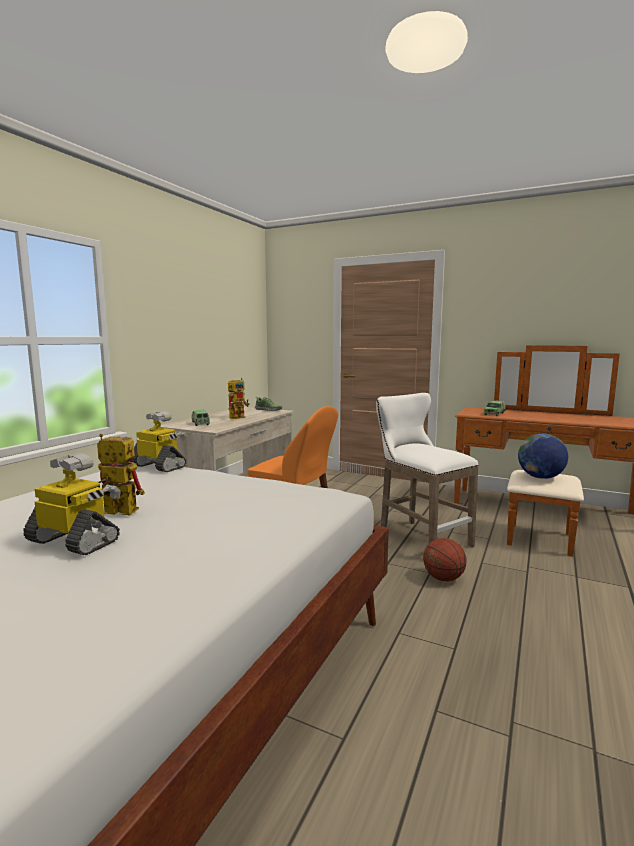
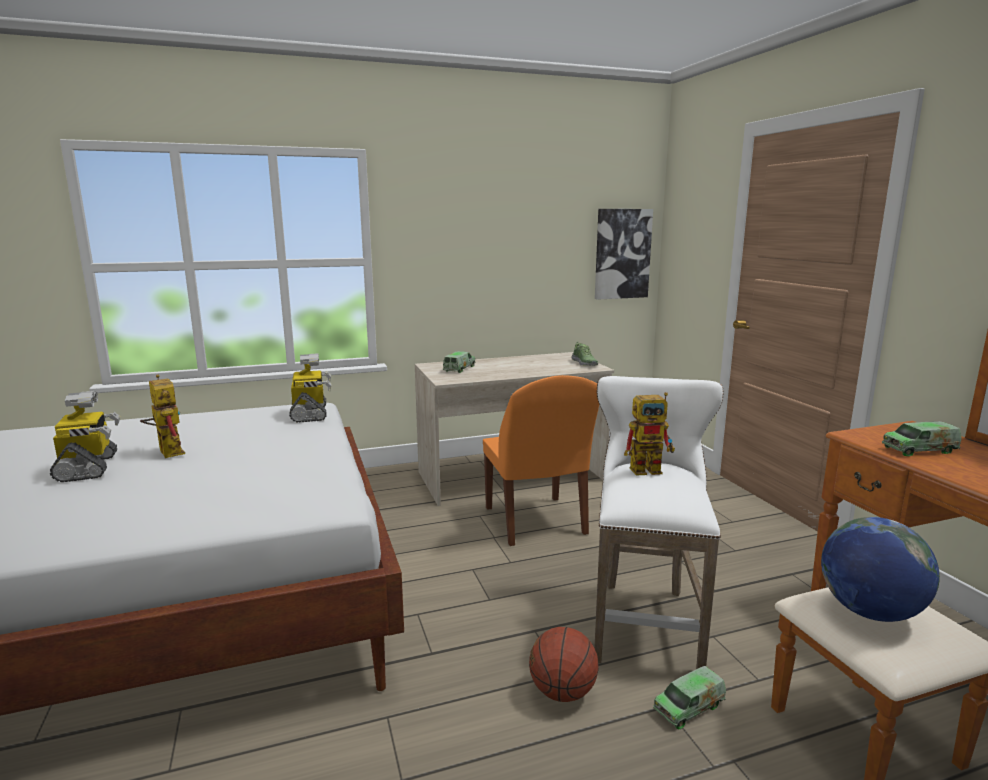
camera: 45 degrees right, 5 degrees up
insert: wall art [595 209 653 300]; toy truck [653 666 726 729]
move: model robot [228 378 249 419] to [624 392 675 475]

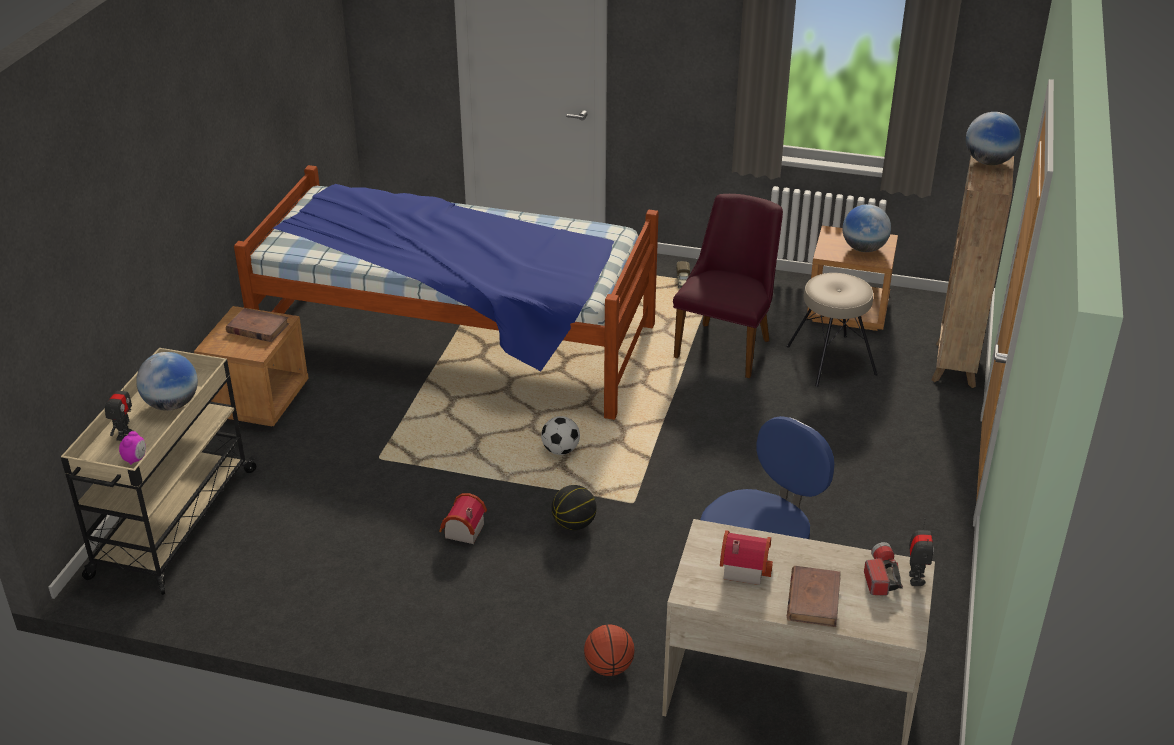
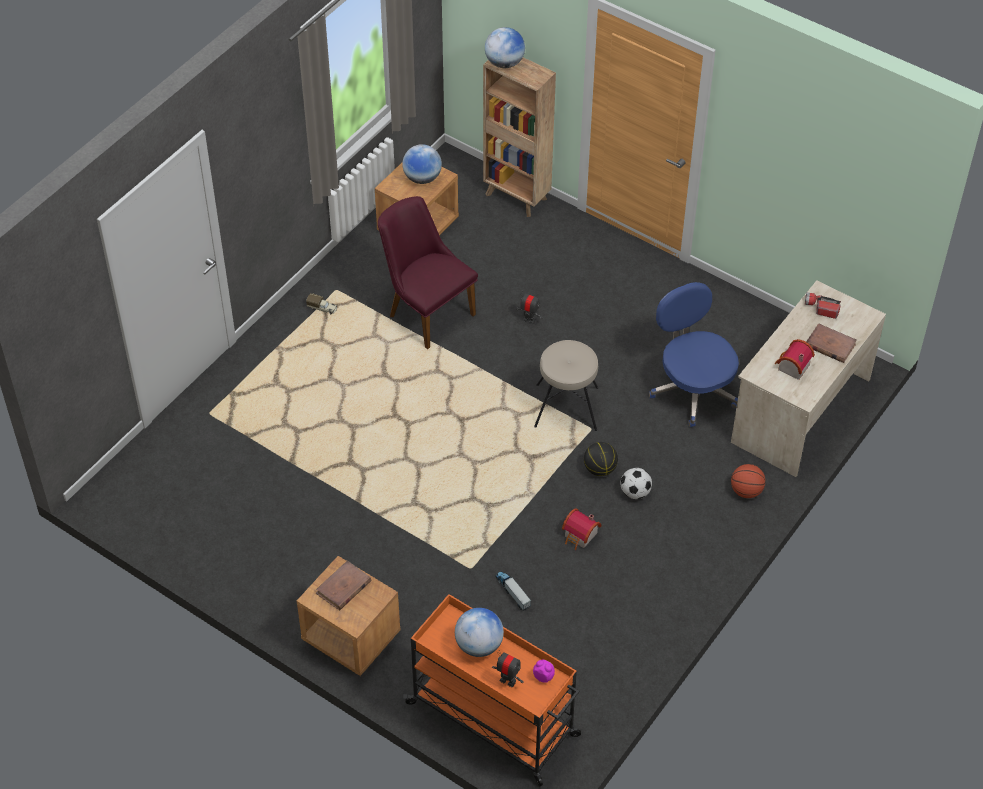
camera: 70 degrees left, 15 degrees up
delete: bedroom bed [234 165 659 420]
insert: toy truck [495 572 531 611]
move: sand-coloured stool [786 273 878 387] to [534 340 598 431]; ball for football [541 416 580 455] to [620 468 652 499]; model robot [909 518 934 586] to [516 294 542 324]
recolor: sand-coloured trolley [61 348 257 595] to orange-coloured trolley [403 594 581 786]

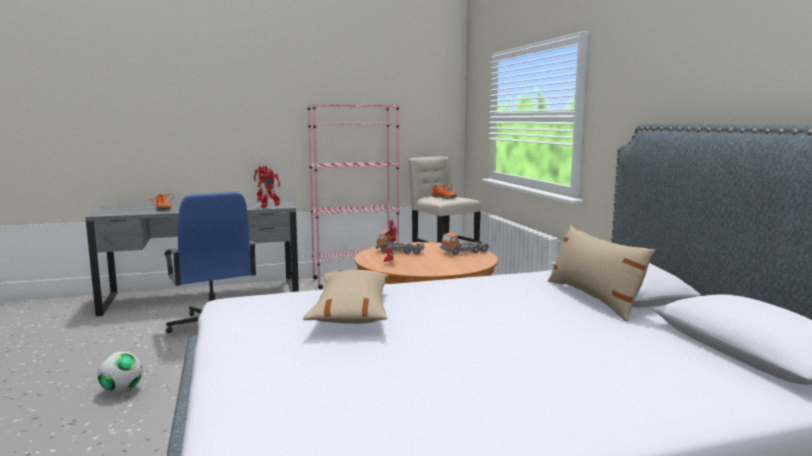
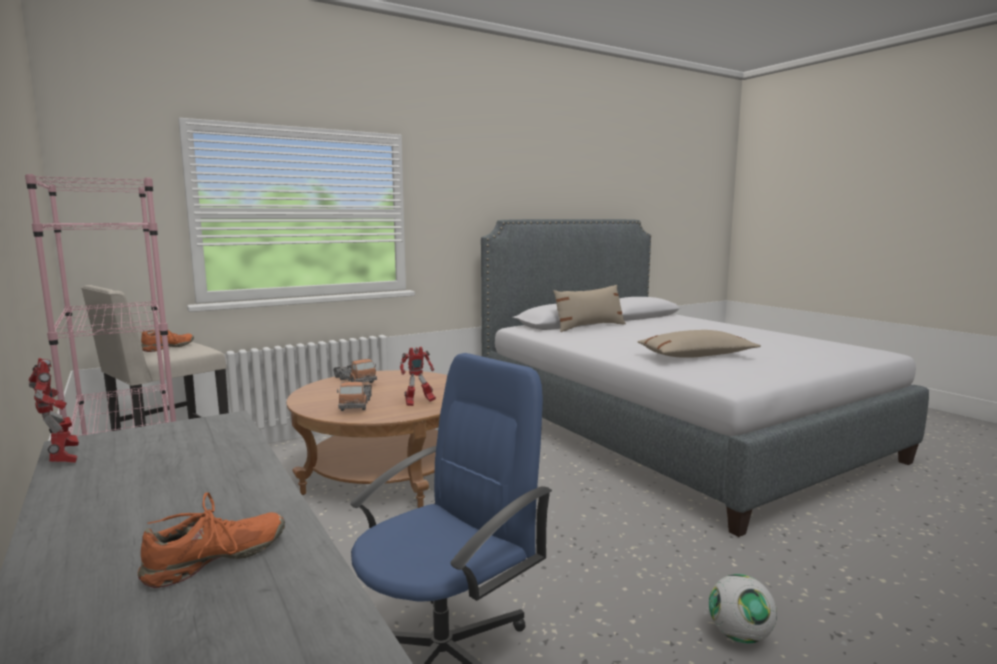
camera: 105 degrees left, 0 degrees up
delete: model robot [258 170 280 208]

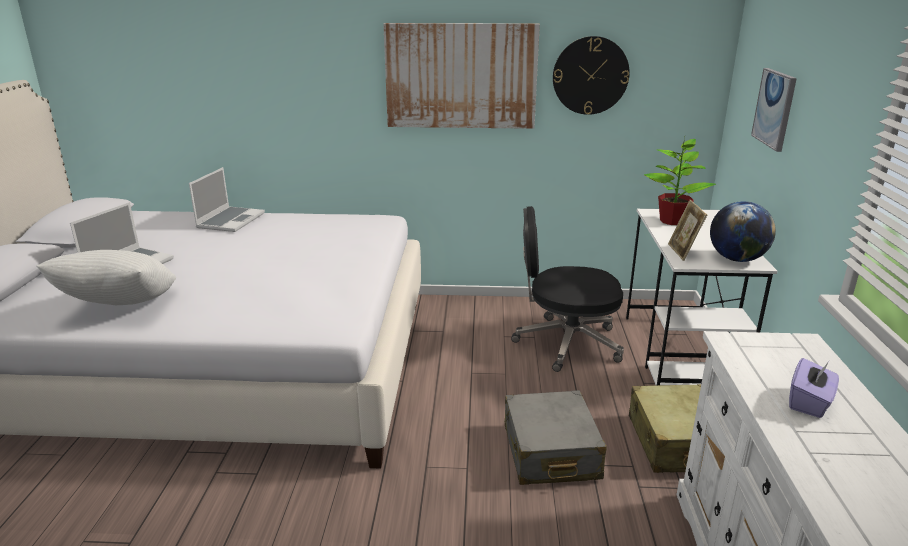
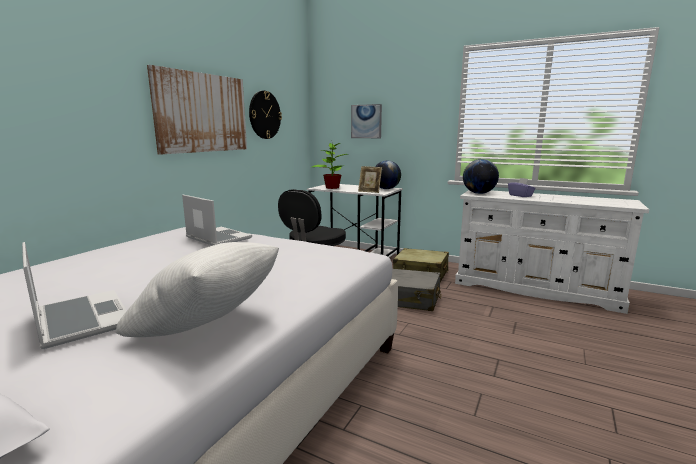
camera: 65 degrees left, 10 degrees down
insert: world globe [463 159 499 194]
move: laptop [189 167 265 232] to [182 195 252 246]

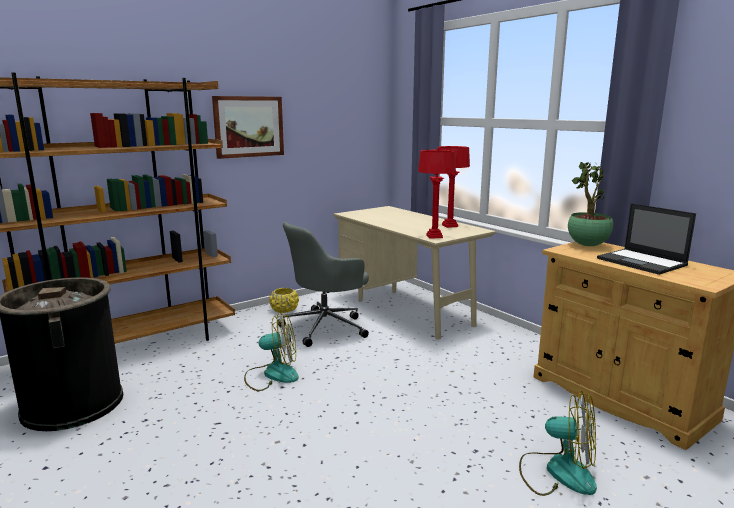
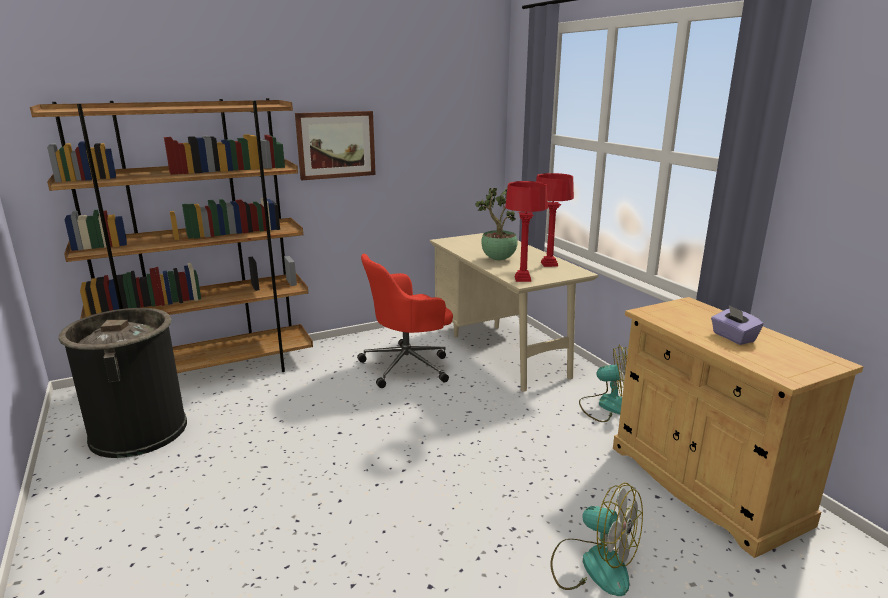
camera: 10 degrees right, 5 degrees up
delete: yellow-coloured planter [269 288 299 313]
move: potted plant [568 162 613 246] to [475 188 517 260]; electric fan [244 312 299 391] to [579 344 628 422]
replace: laptop [597 203 696 275] to purple tissue box [711 305 764 345]
recolor: greyish computer chair [277 222 369 347] to reddish computer chair [357 254 453 388]

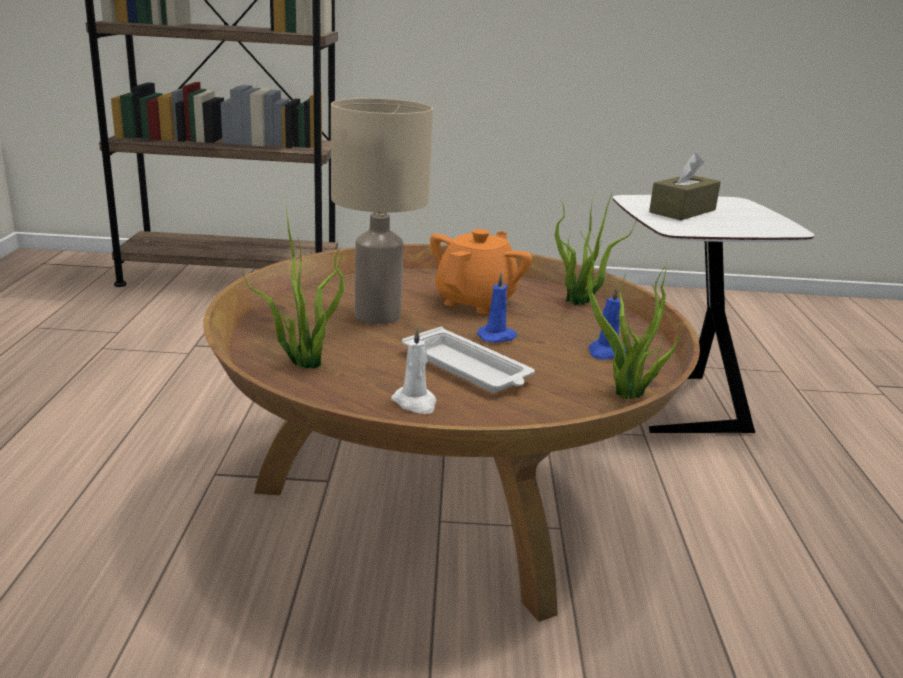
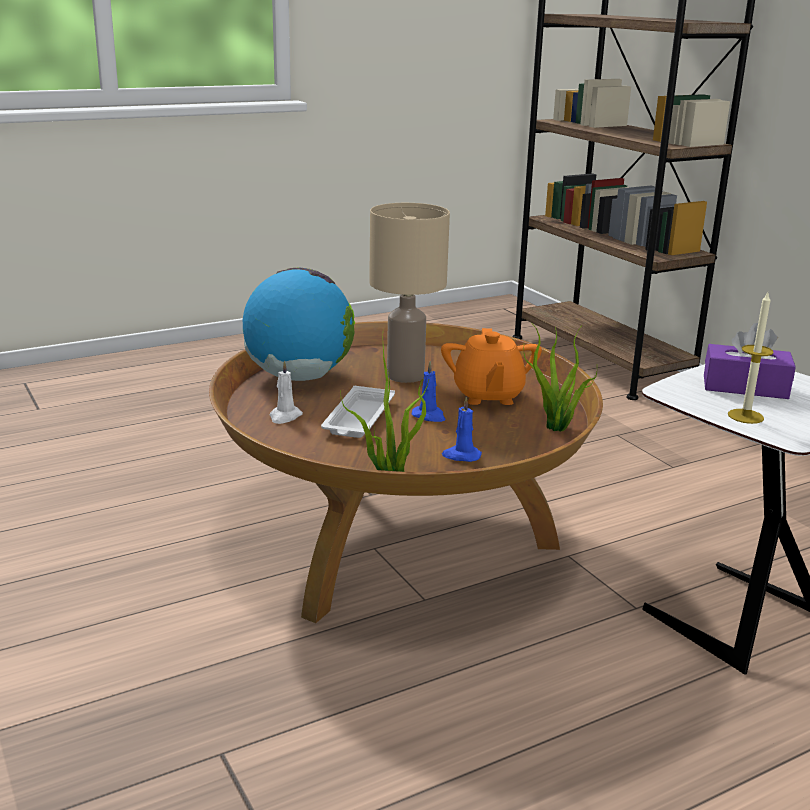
camera: 60 degrees right, 0 degrees up
insert: wax candle [728 293 774 424]
replace: potted plant [242 208 344 369] to world globe [243 268 355 381]
recolor: brownish tissue box [649 153 721 220] to purple tissue box [704 323 796 399]
rotate: orange-coloured pot for tea [430 229 532 314] = [441 328 542 405] 90 degrees clockwise

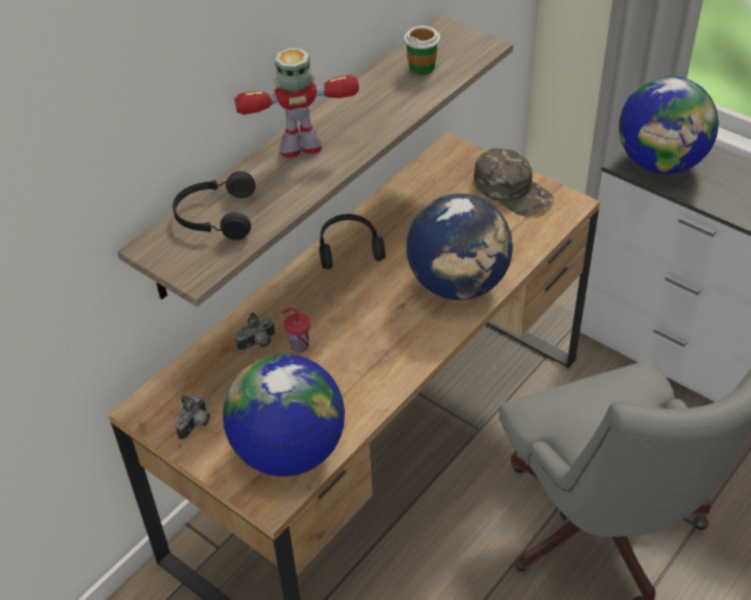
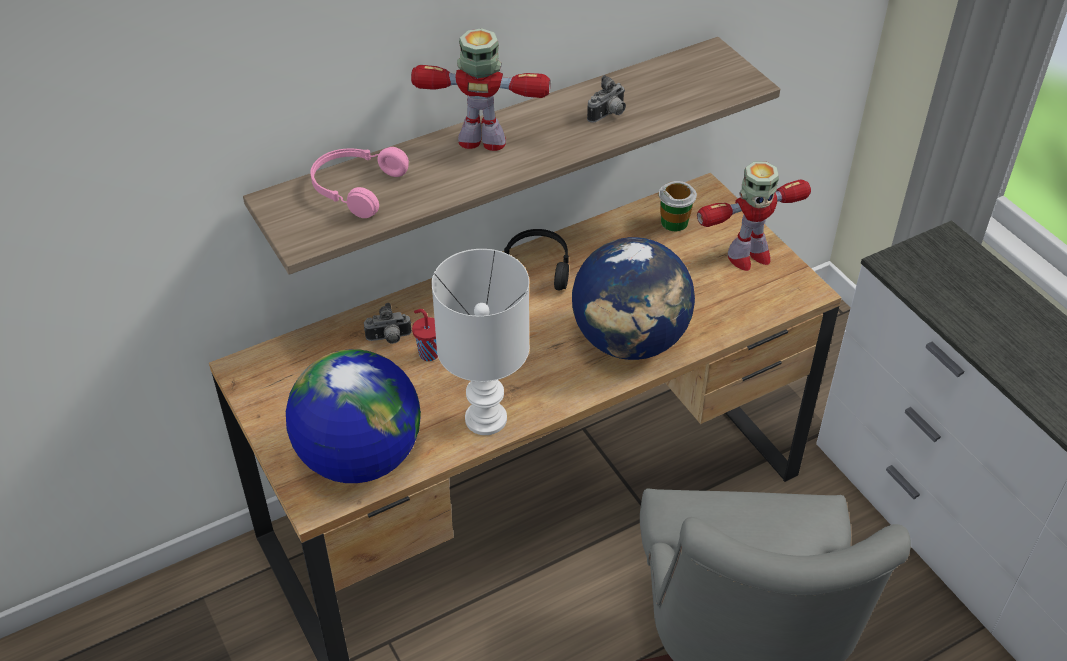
camera: 20 degrees right, 0 degrees up
delete: world globe [619 76 719 174]
insert: whitish table lamp [431 249 529 435]
move: drinking cup [404 26 440 75] to [659 181 697 231]; photo camera [175 395 210 440] to [587 75 626 123]
replace: greenish baseball cap [474 148 554 216] to model robot [697 162 811 271]
recolor: black-coloured pair of headphones [173 171 255 240] to pinkish pair of headphones [310 147 409 218]

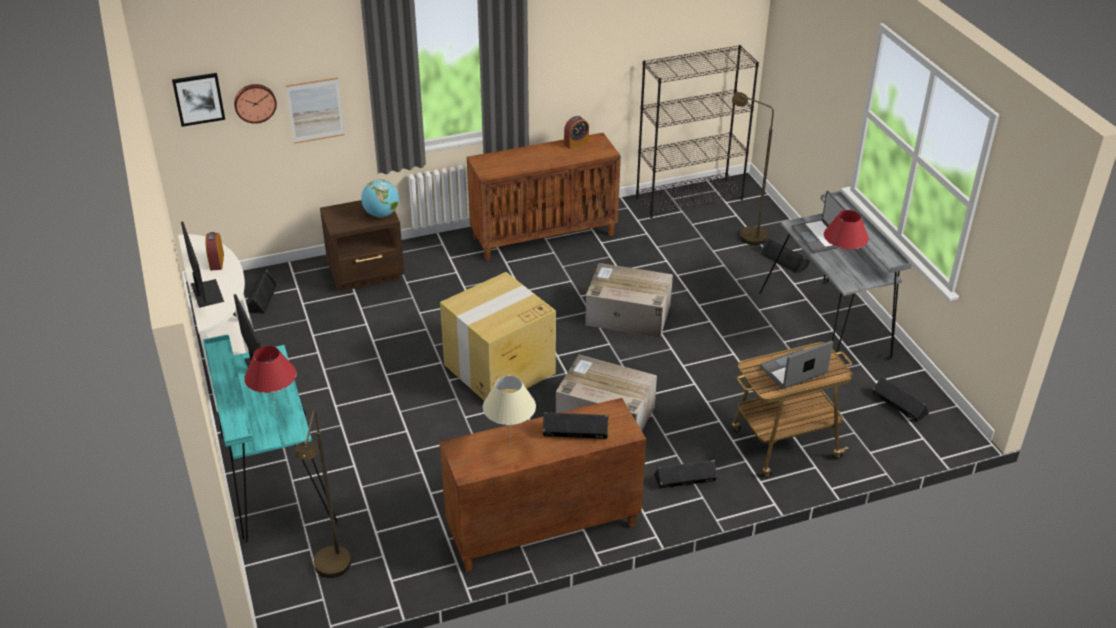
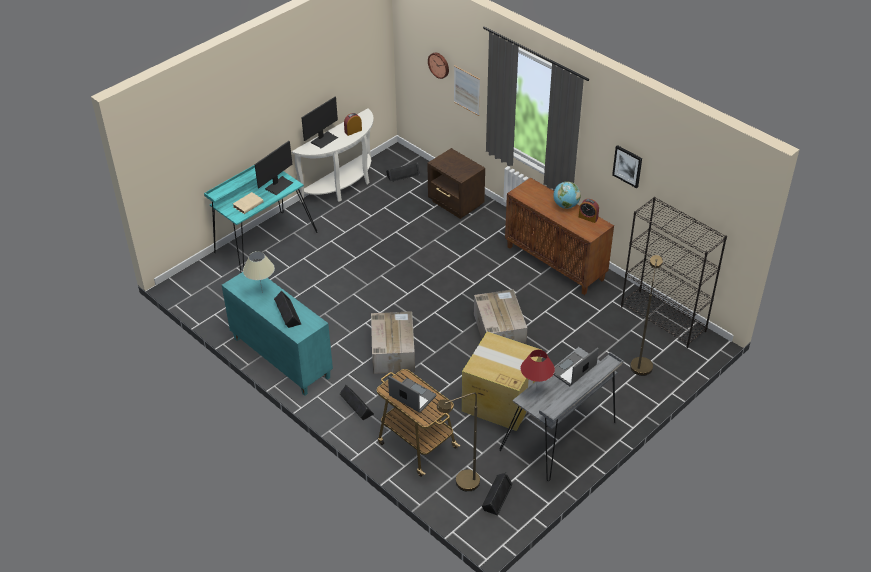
camera: 65 degrees right, 5 degrees up
delete: black-coloured speaker [760 237 811 275]
move: wall art [172 73 225 127] to [612 145 642 188]; world globe [361 180 399 217] to [553 181 581 209]; cardboard box [440 272 556 401] to [462 332 542 431]; brownish floor lamp [295 409 351 578] to [437 392 480 492]
replace: reddish table lamp [244 346 296 415] to sand-coloured bound book [233 192 264 214]
recolor: brownish storage cabinet [440 398 646 572] to blue-green storage cabinet [222 272 333 396]

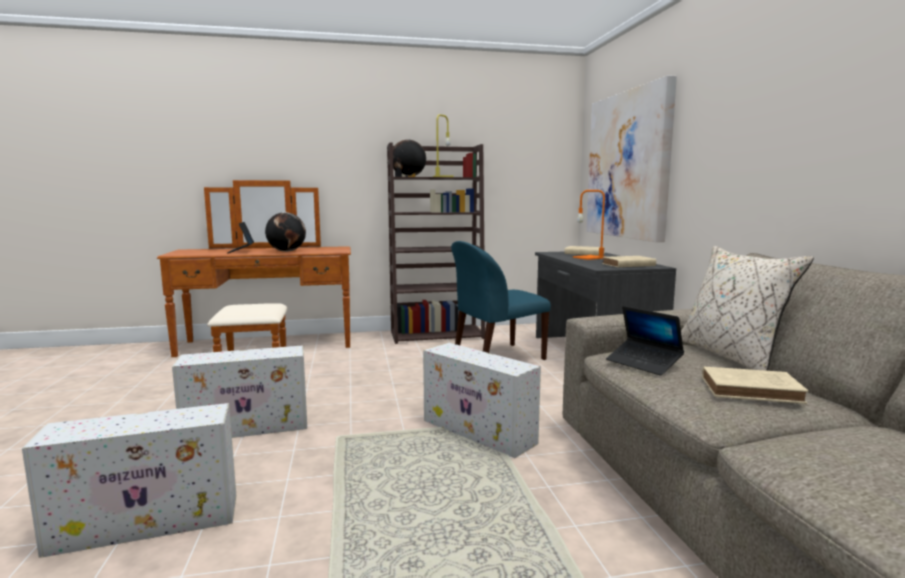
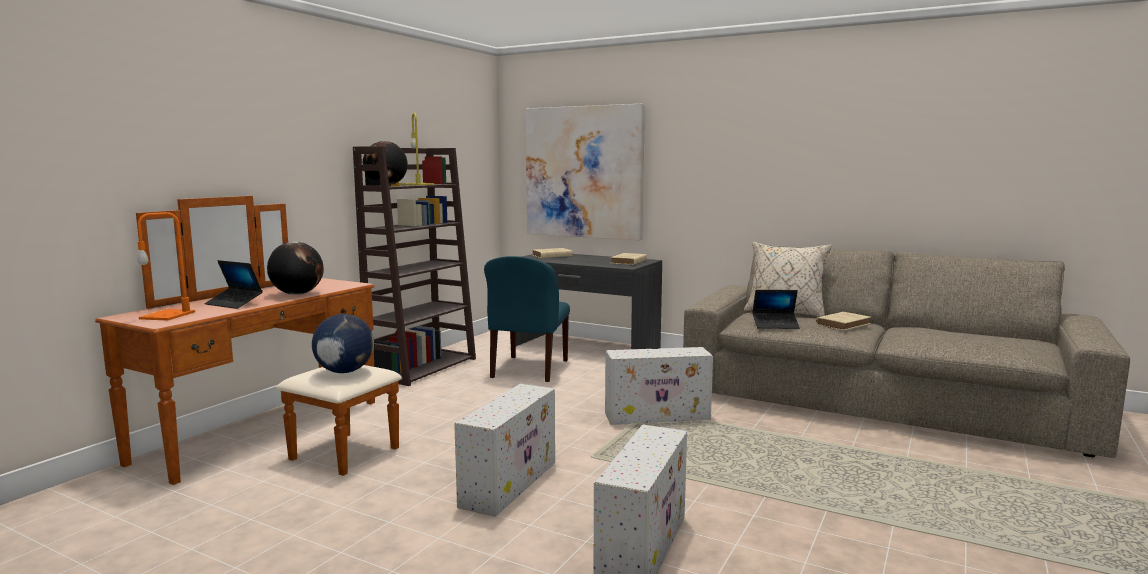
camera: 50 degrees left, 0 degrees up
insert: world globe [312 314 374 373]
move: orange-coloured table lamp [573 190 605 260] to [137 212 195 320]

